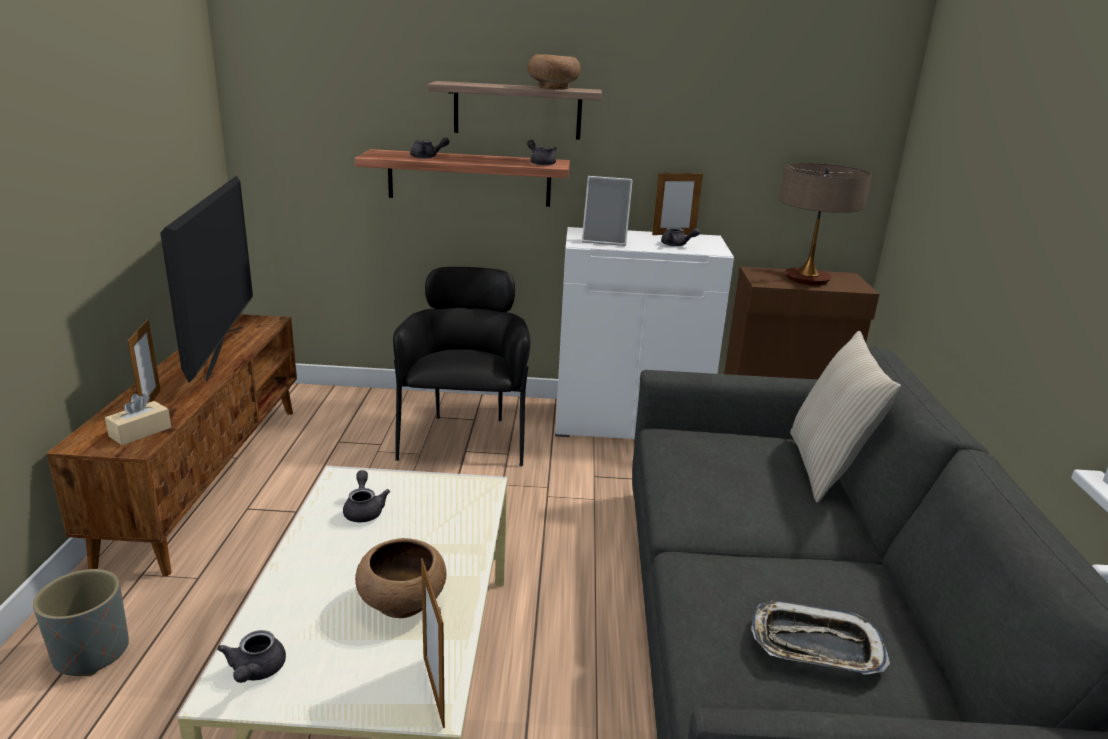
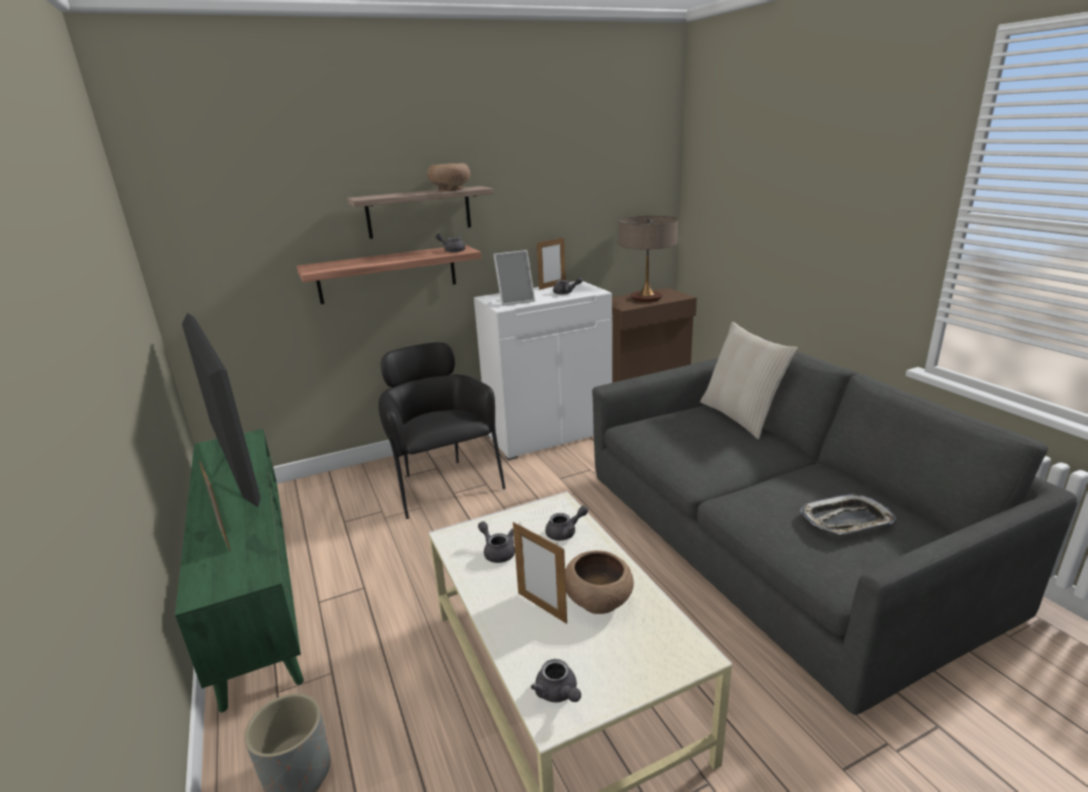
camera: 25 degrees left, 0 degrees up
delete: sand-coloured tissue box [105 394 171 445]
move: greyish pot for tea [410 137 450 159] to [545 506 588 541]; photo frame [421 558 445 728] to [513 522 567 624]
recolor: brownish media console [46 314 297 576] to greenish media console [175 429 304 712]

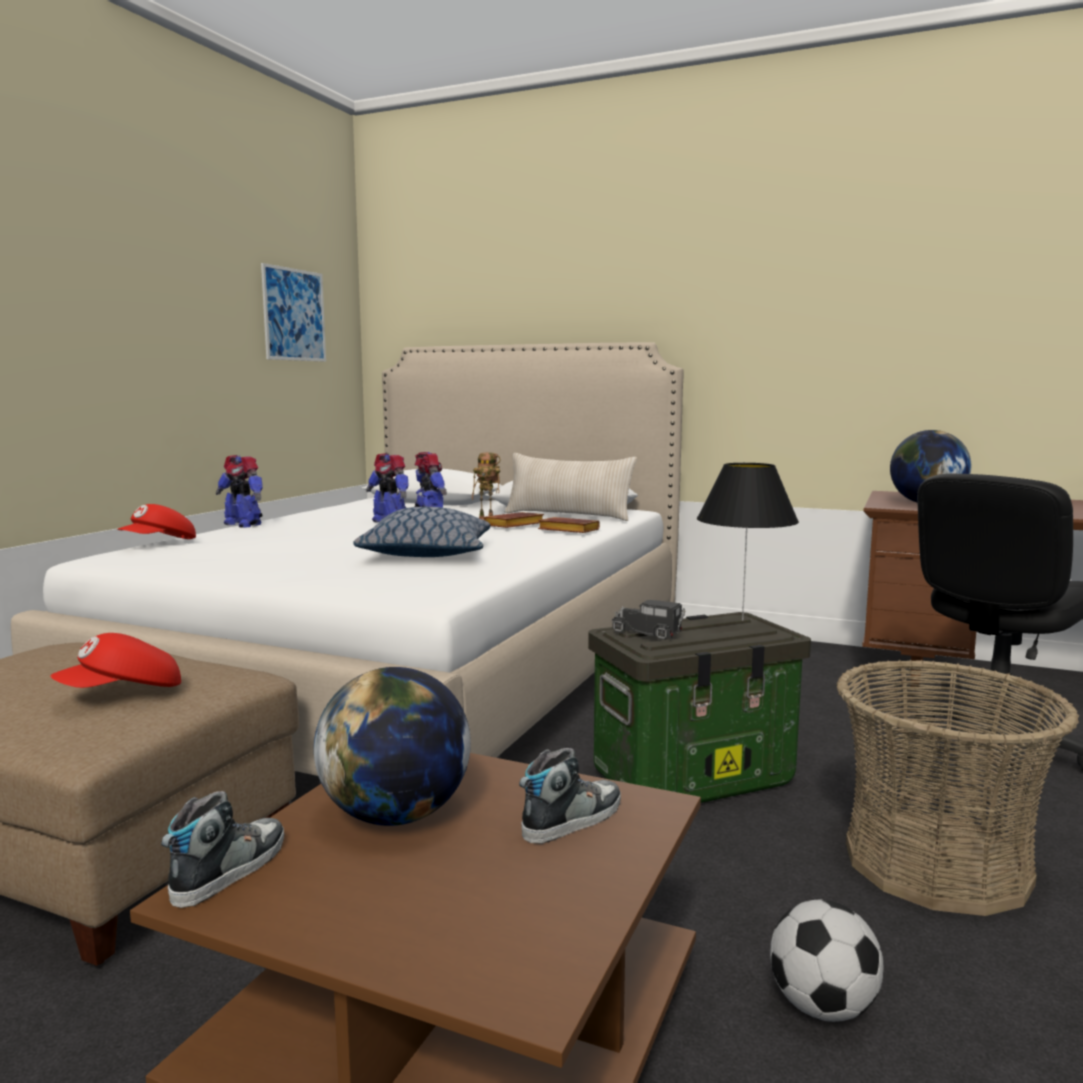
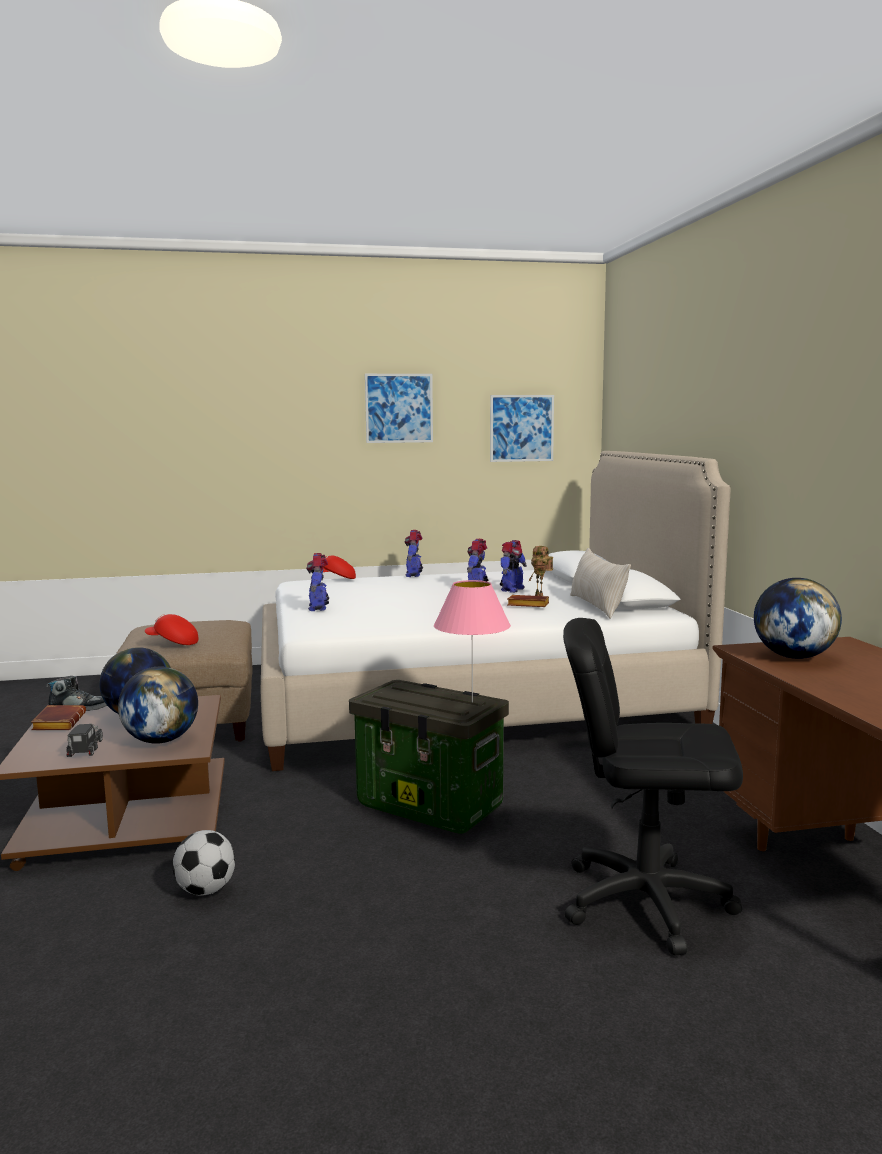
camera: 55 degrees right, 0 degrees up
delete: throw pillow [353 507 491 557]; storage basket [837 659 1079 916]
insert: wall art [365 374 433 443]; model robot [306 553 329 611]
move: brownish bound book [538 517 600 533] to [31 705 86 730]; toy truck [612 600 686 640] to [66 723 103 757]
replace: shoe [519 748 621 844] to world globe [118 667 198 744]
recolor: black-coloured table lamp [696 463 799 621] to pinkish table lamp [434 580 511 703]

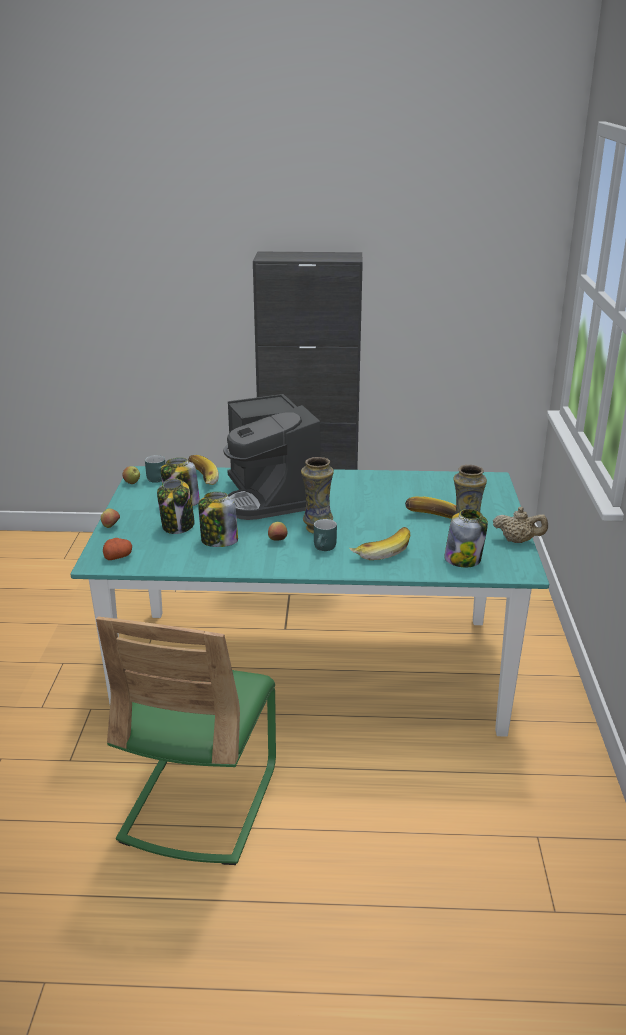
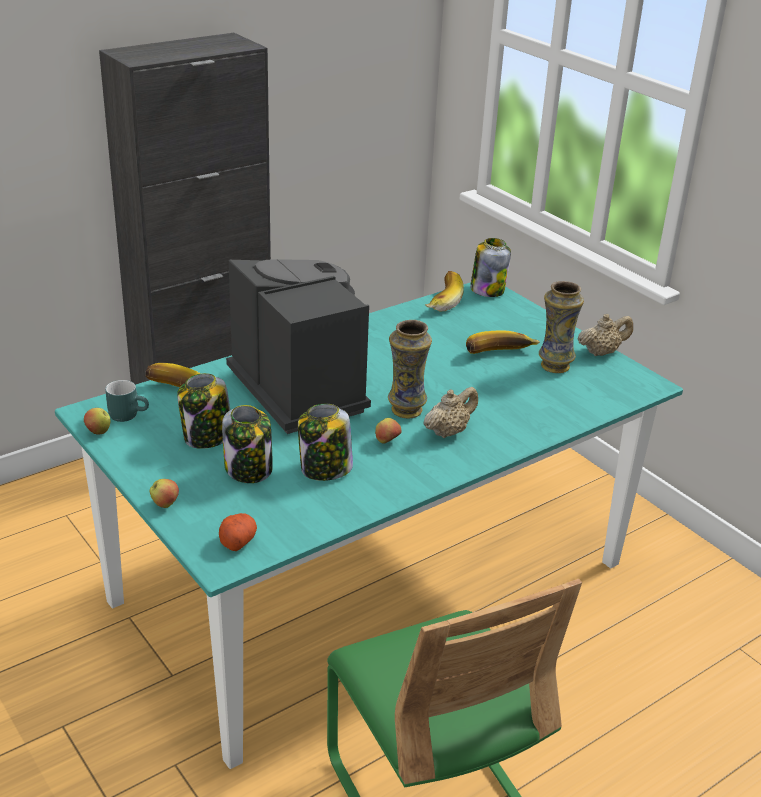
camera: 40 degrees left, 5 degrees up
move: storage jar [444 509 488 567] to [470 238 511 297]; whole banana [349 527 410 560] to [425 271 464 311]
replace: blue-green mug [314 519 337 551] to sand-coloured pot for tea [423 387 478 438]
rotate: coffee machine [223 394 320 520] = [226 259 371 434] 150 degrees counterclockwise

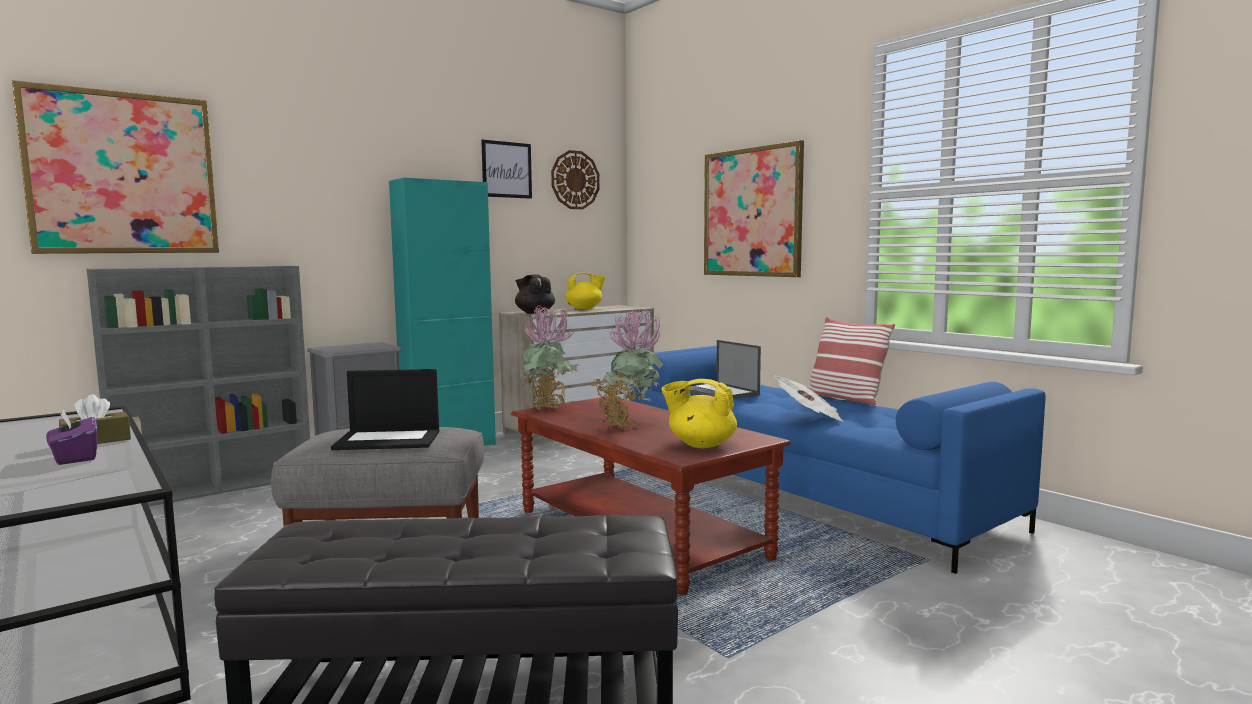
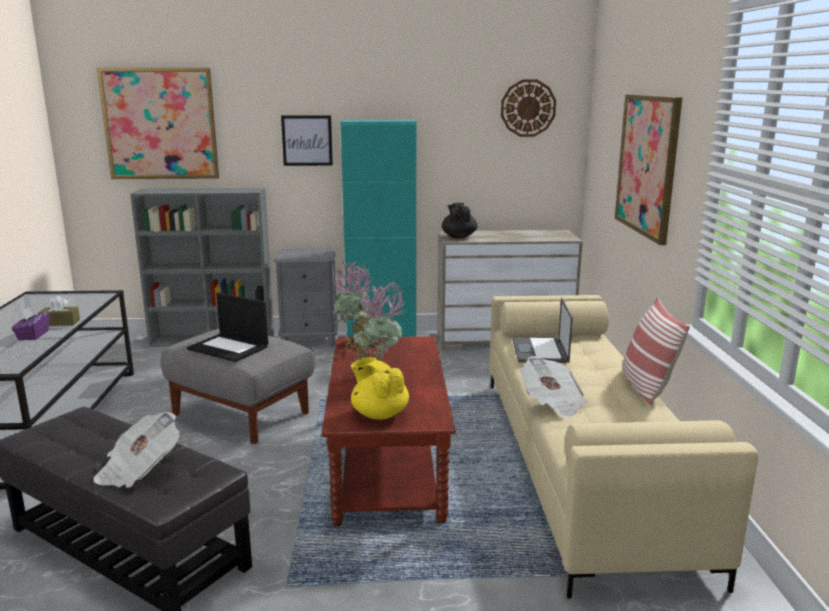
camera: 35 degrees right, 10 degrees up
delete: yellow-coloured pot for tea [565 273 605 309]
insert: daily paper [93 412 180 488]
move: wall art [481 140 532 199] to [281 115 333 166]
recolor: blue couch [629 346 1046 574] to sand-coloured couch [490 295 758 598]

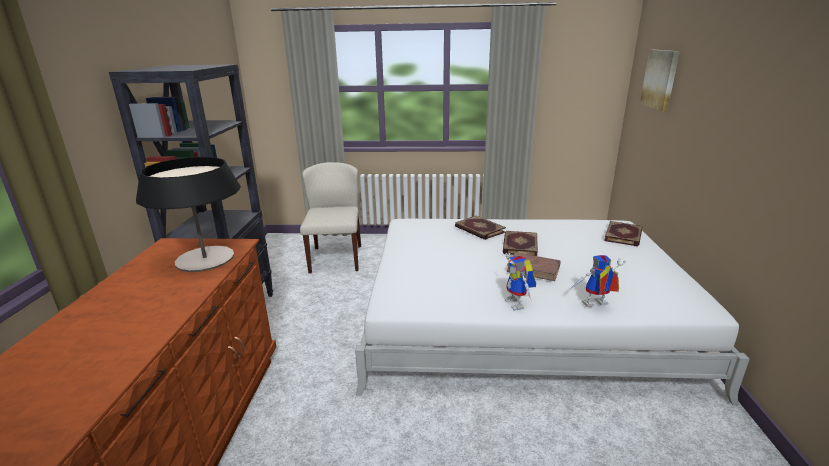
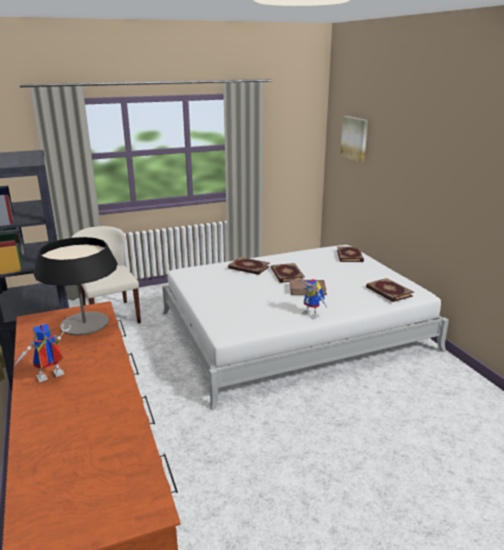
camera: 25 degrees left, 0 degrees up
insert: bound book [366 278 414 302]
move: model robot [573 255 626 307] to [13 324 71 382]

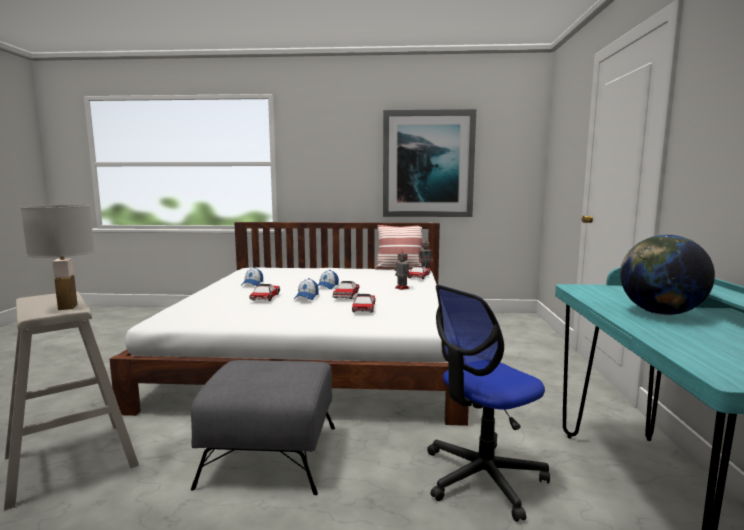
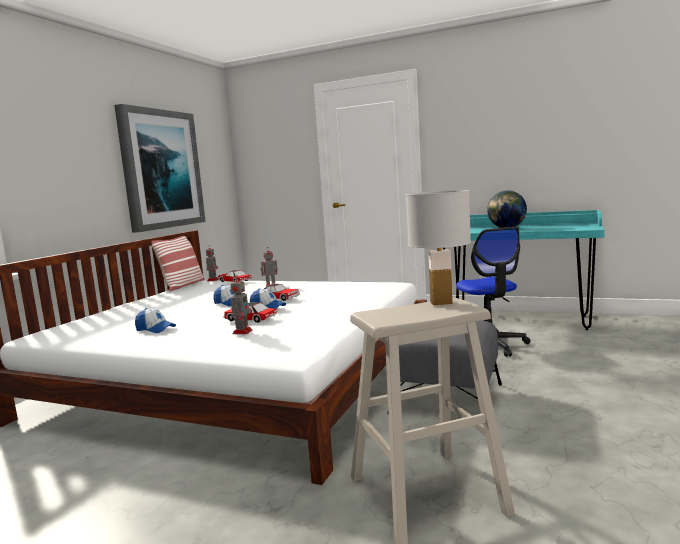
camera: 70 degrees left, 0 degrees up
delete: toy car [352 294 376 313]
insert: model robot [231 275 252 334]

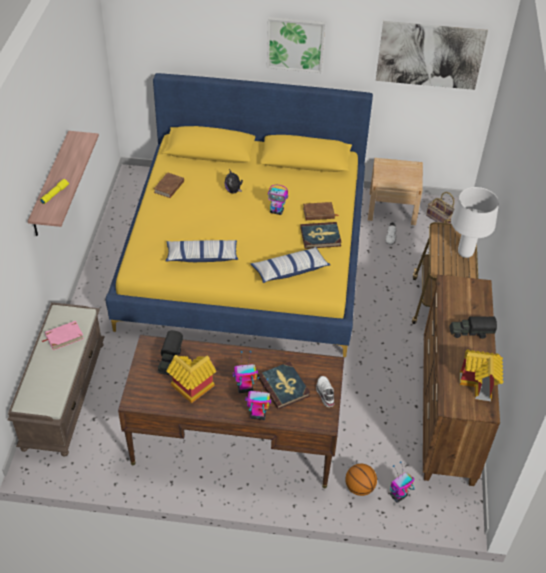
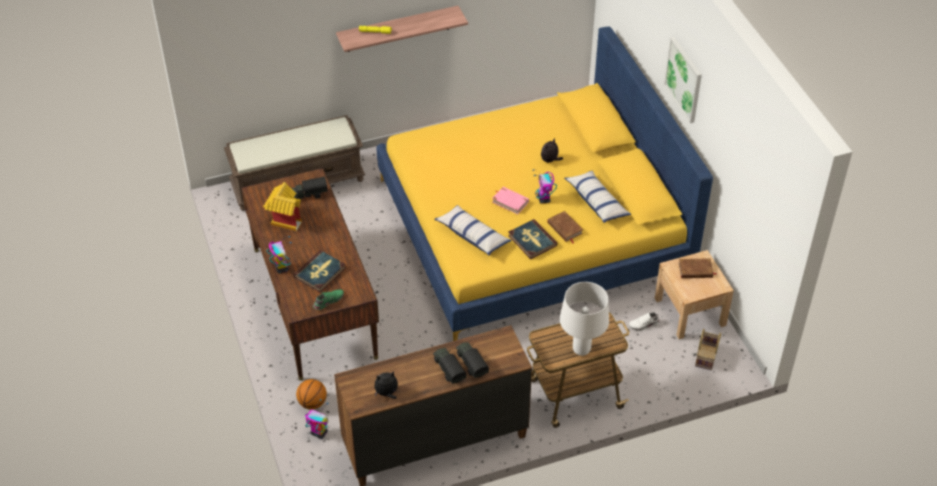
camera: 65 degrees right, 0 degrees up
delete: wall art [376 21 488 90]; model robot [232 351 258 393]
insert: toy truck [456 342 489 378]
move: brownish bound book [154 172 184 198] to [679 258 718 278]; throw pillow [166 240 238 262] to [564 171 631 223]; pinkish bound book [42 321 84 350] to [492 187 529 215]
replace: model house [460 350 503 401] to soft toy [374 371 398 399]
recolor: whitish shoe [316 376 334 407] to greenish shoe [313 289 344 310]

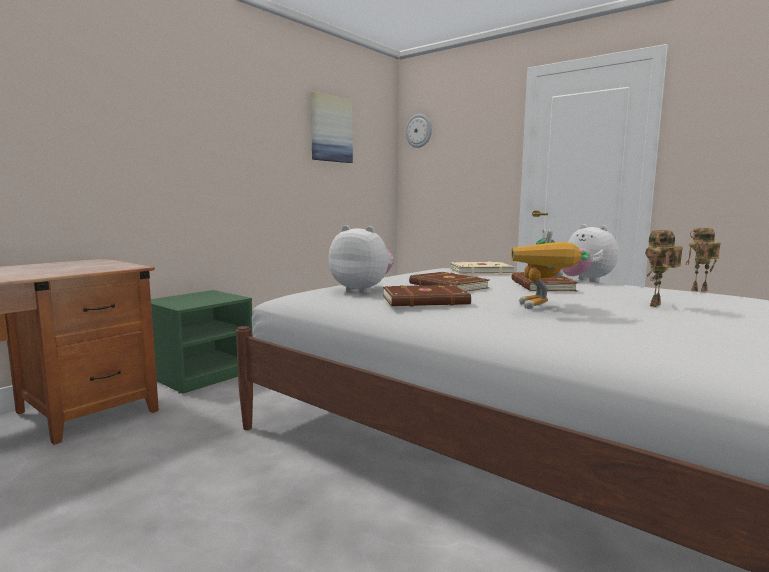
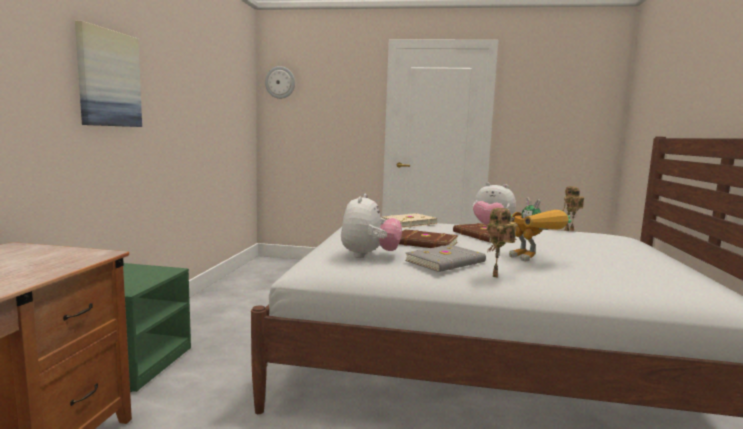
camera: 30 degrees left, 0 degrees up
move: wall art [311 92 353 163] to [75 21 142 127]; model robot [645 230 683 307] to [487 208 517 278]
recolor: brownish bound book [383 285 471 306] to greyish bound book [405 245 486 272]
rotate: soft toy [329 225 394 294] = [341 194 402 258] 105 degrees clockwise

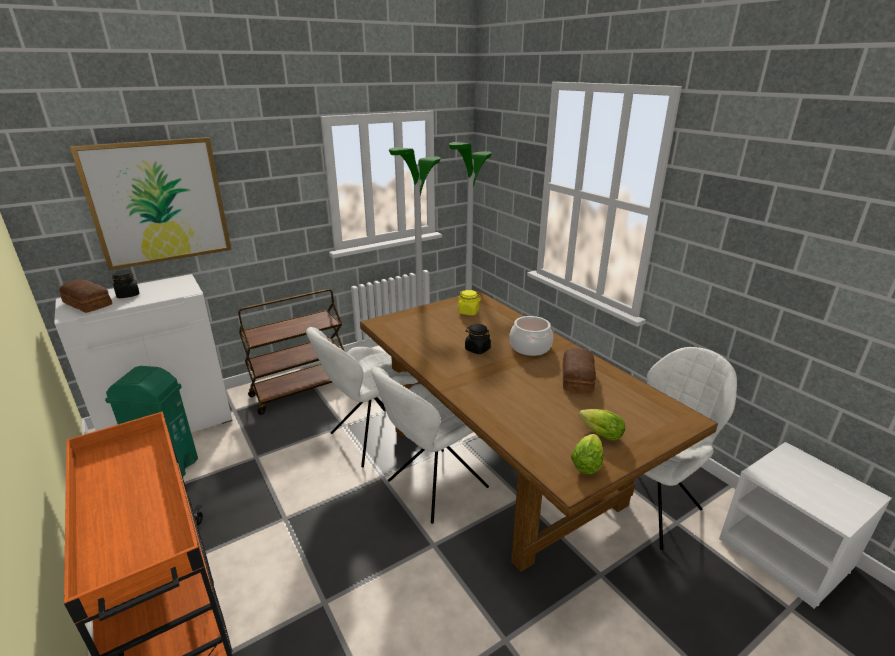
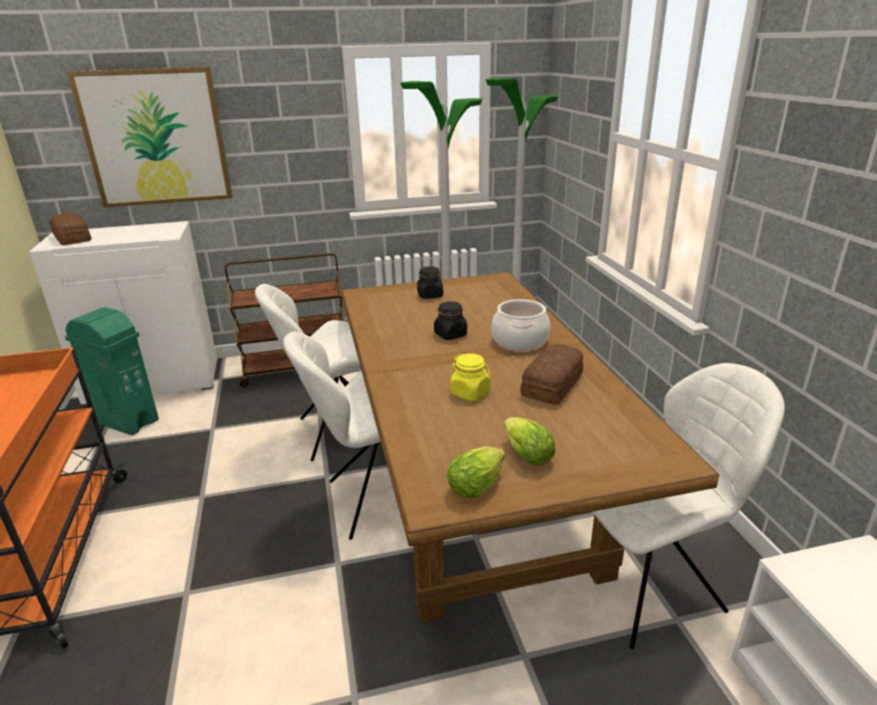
camera: 20 degrees right, 0 degrees up
move: black-coloured storage jar [112 270 139 298] to [417 266 443 299]; yellow-coloured storage jar [457 290 481 315] to [450 353 491 401]

